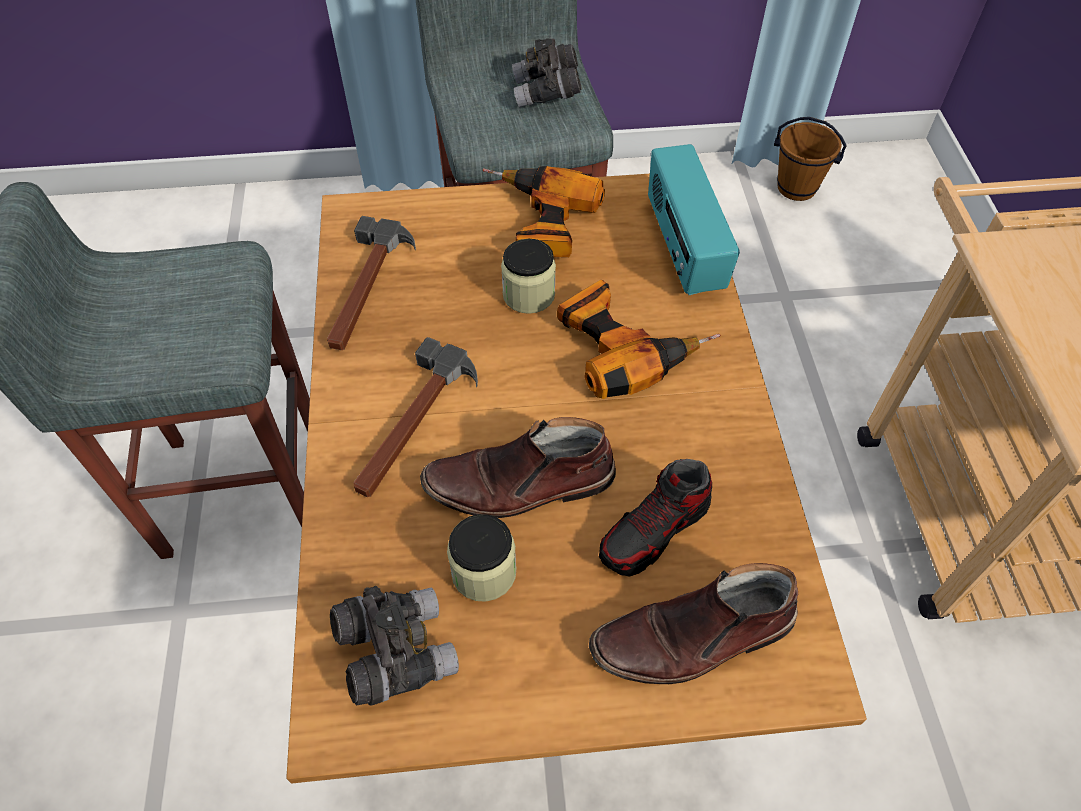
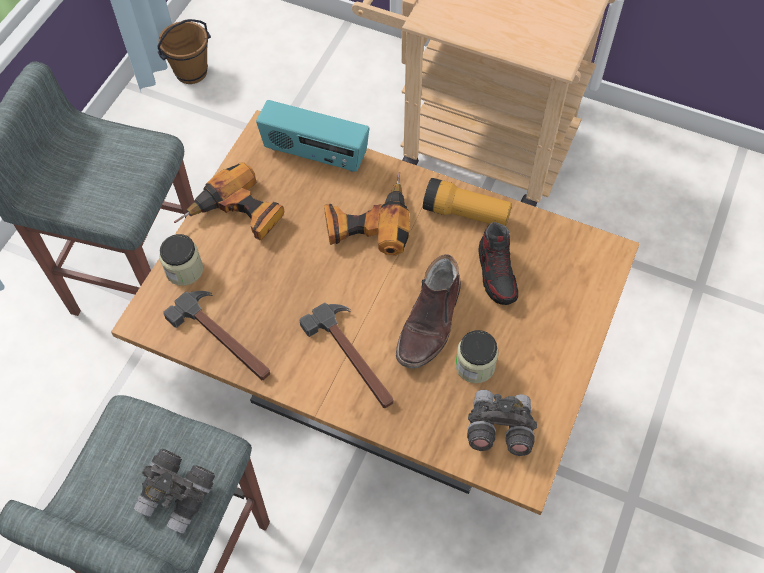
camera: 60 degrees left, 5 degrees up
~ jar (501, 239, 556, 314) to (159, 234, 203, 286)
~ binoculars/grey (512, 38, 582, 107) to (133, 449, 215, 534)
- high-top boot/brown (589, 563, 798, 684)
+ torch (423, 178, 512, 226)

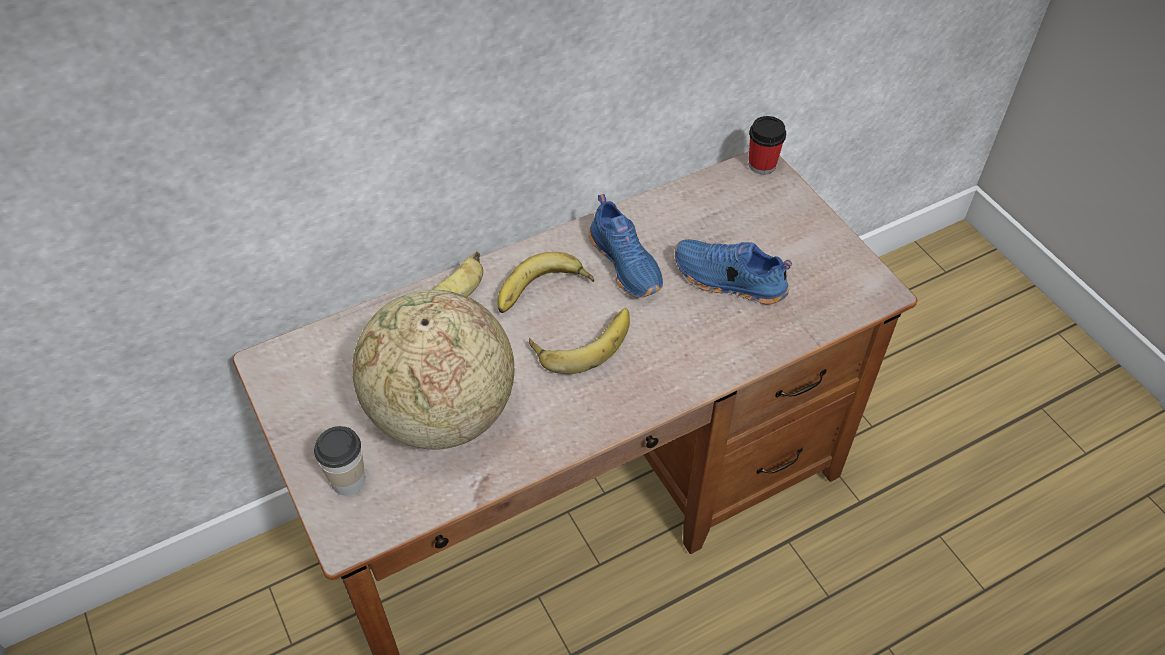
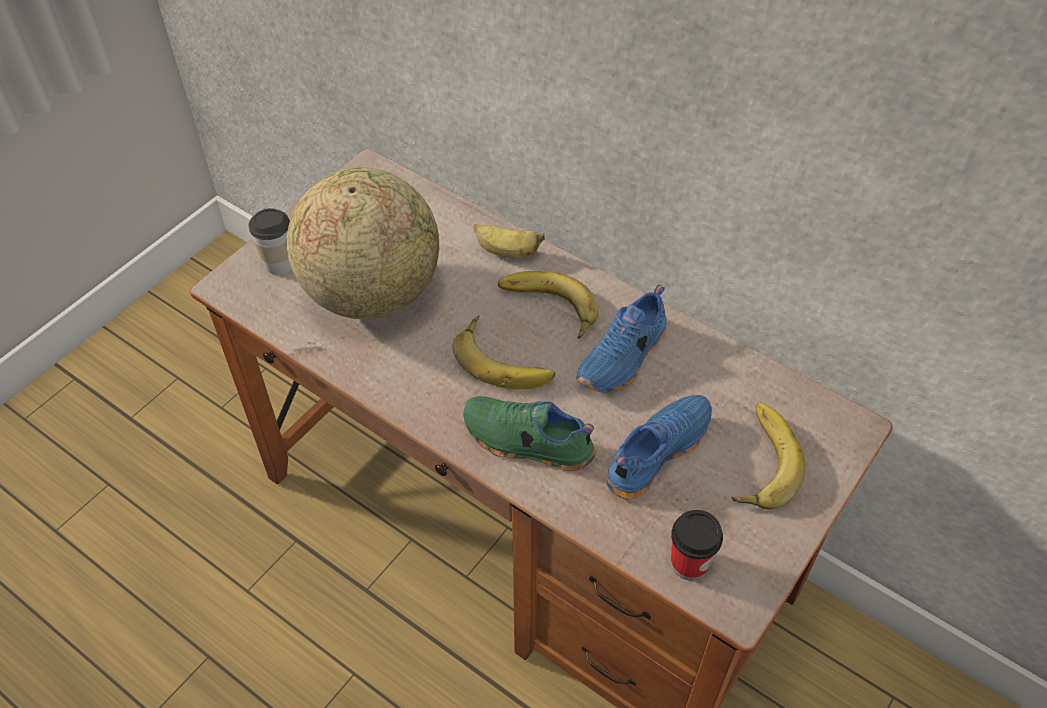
camera: 65 degrees right, 0 degrees up
~ low shoe/blue-coloured (675, 239, 792, 304) = (606, 395, 712, 499) 45 degrees clockwise
~ cup (749, 116, 786, 175) to (671, 510, 723, 580)
+ low shoe/green-coloured (463, 396, 596, 471)
+ banana fruit (732, 403, 806, 510)

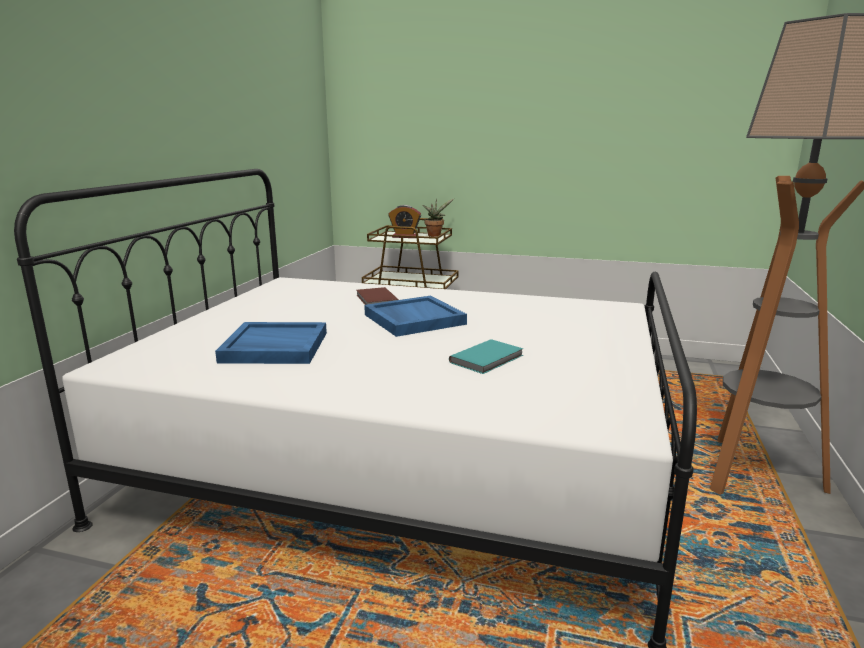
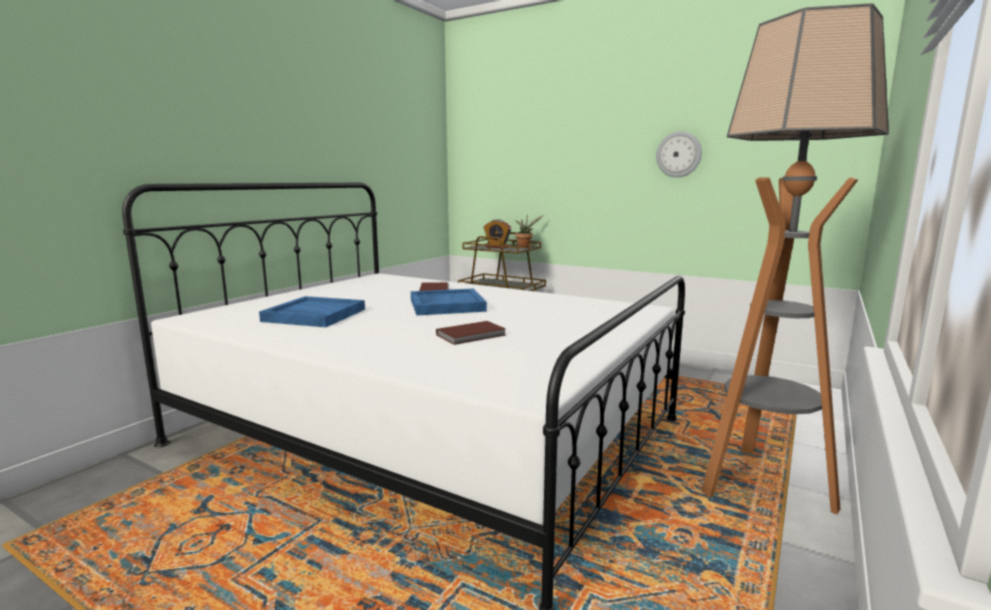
camera: 15 degrees right, 5 degrees down
~ volume/turquoise (449, 339, 524, 374) to volume/brown (436, 321, 506, 345)
+ wall clock (656, 131, 702, 178)

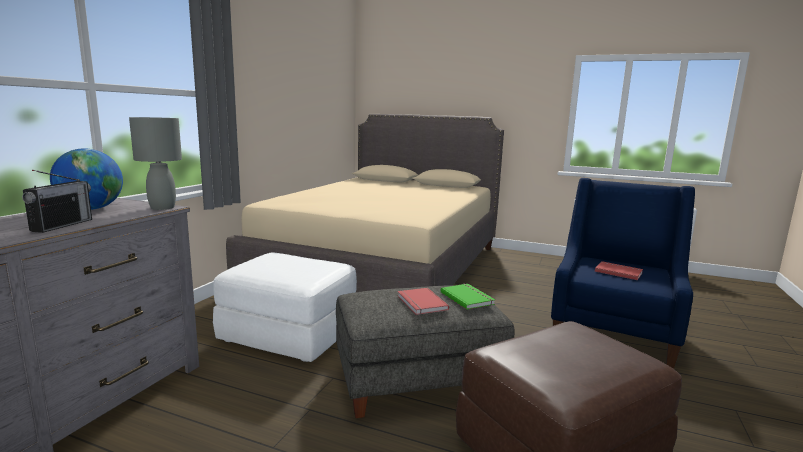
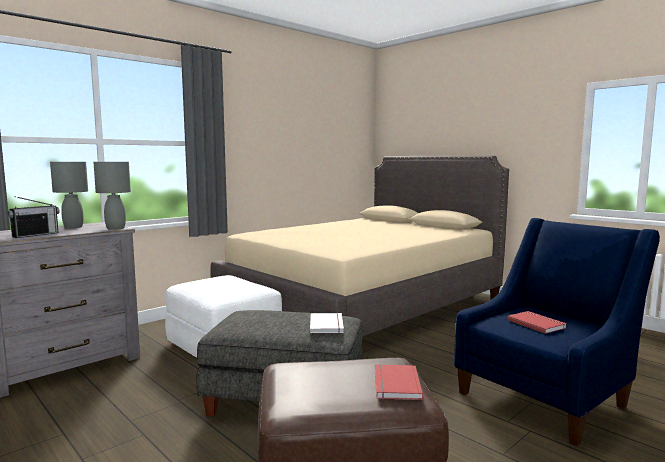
camera: 25 degrees right, 5 degrees down
~ world globe (50, 148, 123, 210) to table lamp/grey (50, 162, 88, 228)
~ volume/red (398, 288, 449, 315) to (375, 364, 423, 400)
~ volume/green-coloured (440, 284, 495, 310) to volume/white (310, 313, 344, 333)

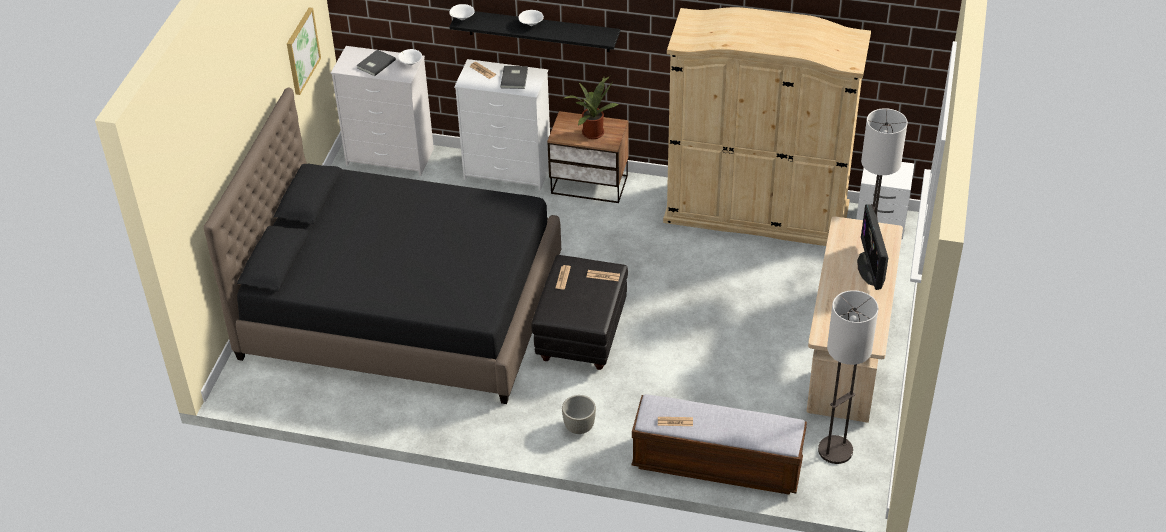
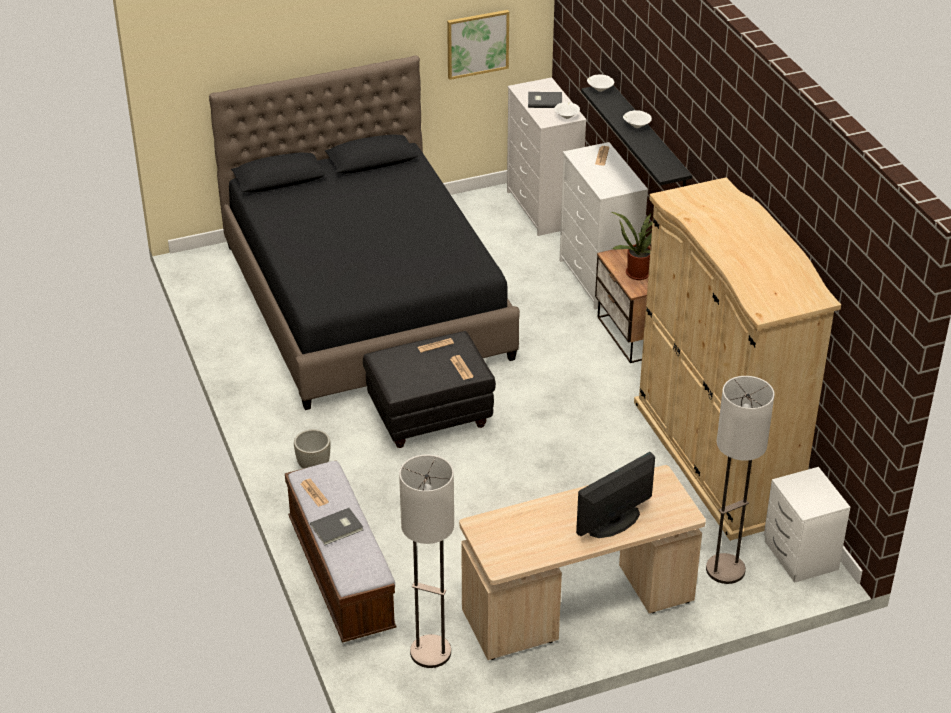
camera: 55 degrees right, 5 degrees down
~ volume/grey (500, 66, 528, 89) to (310, 508, 363, 545)

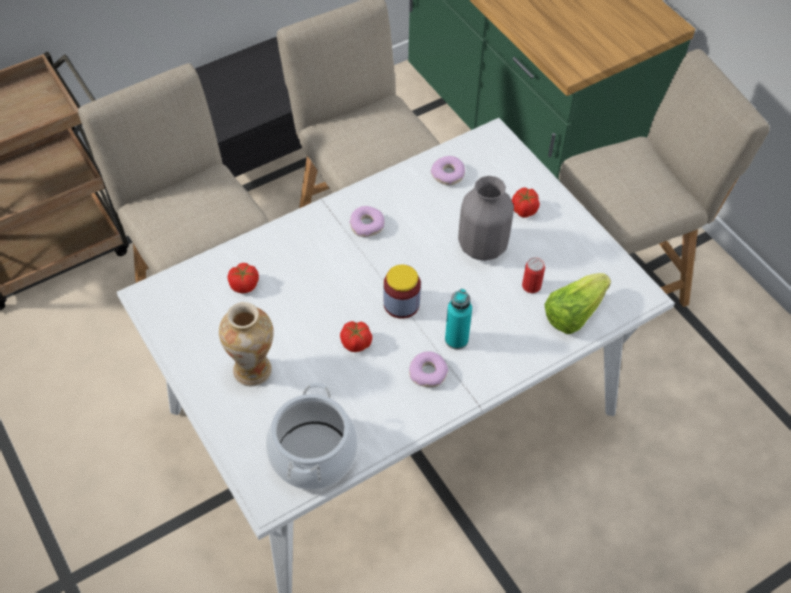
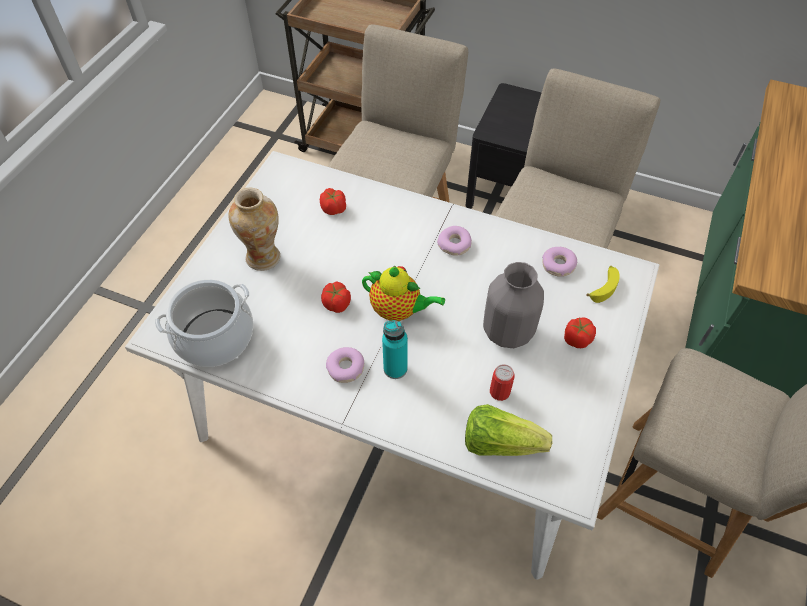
camera: 55 degrees right, 0 degrees up
~ jar (383, 264, 421, 319) to pot for tea (362, 266, 445, 321)
+ banana fruit (586, 266, 620, 303)

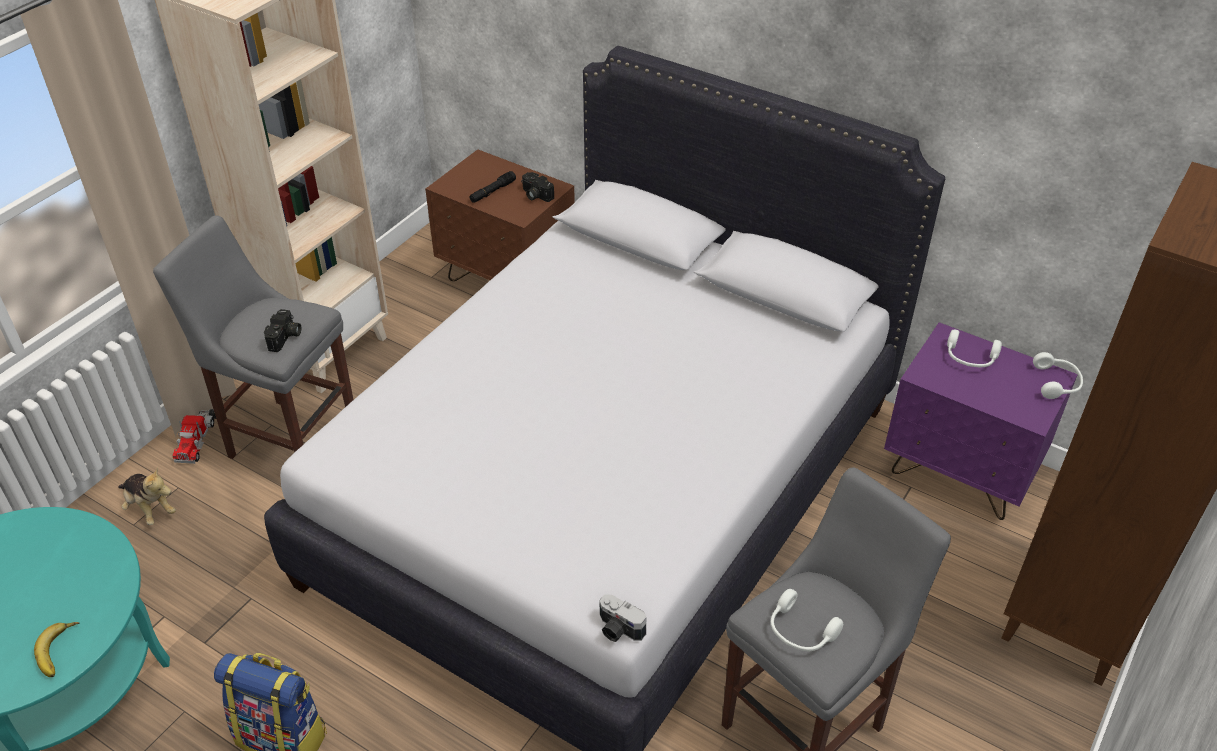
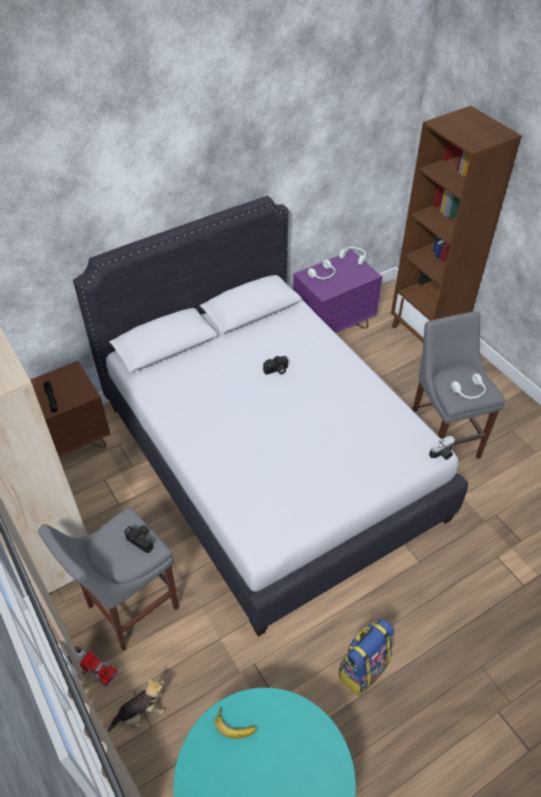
camera: 65 degrees left, 5 degrees up
~ banana fruit (34, 622, 80, 677) to (215, 708, 257, 739)
~ photo camera (521, 172, 554, 202) to (263, 356, 288, 375)

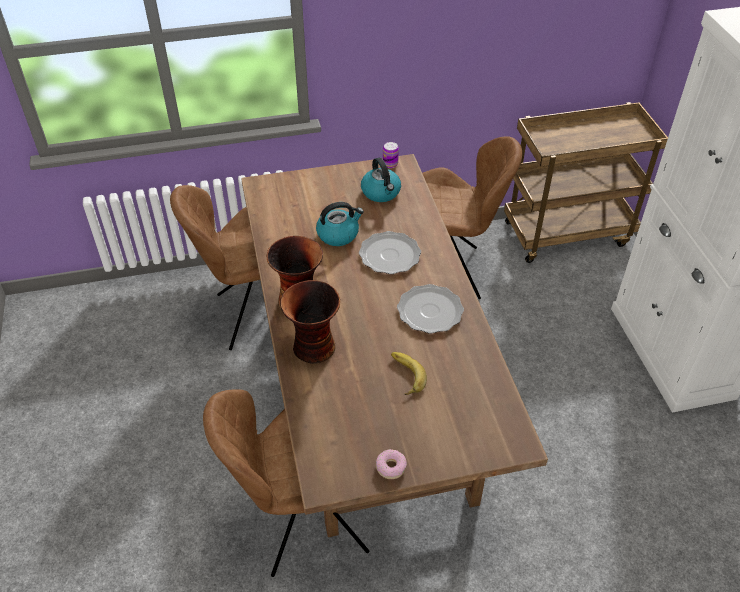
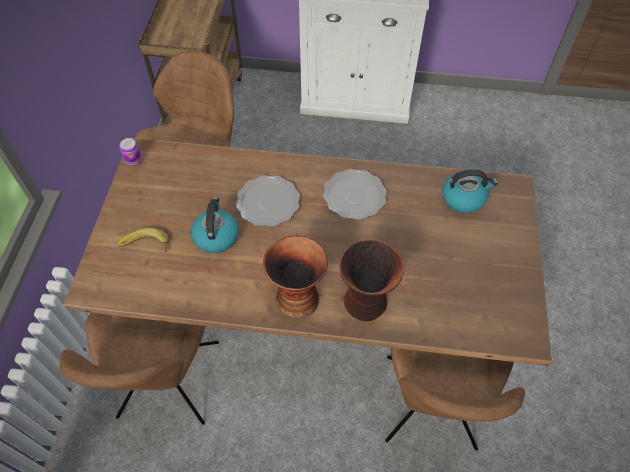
camera: 70 degrees left, 10 degrees up
~ kettle (361, 158, 401, 202) to (442, 169, 498, 213)
- doughnut (376, 449, 407, 479)
~ banana fruit (391, 352, 427, 395) to (117, 227, 169, 252)

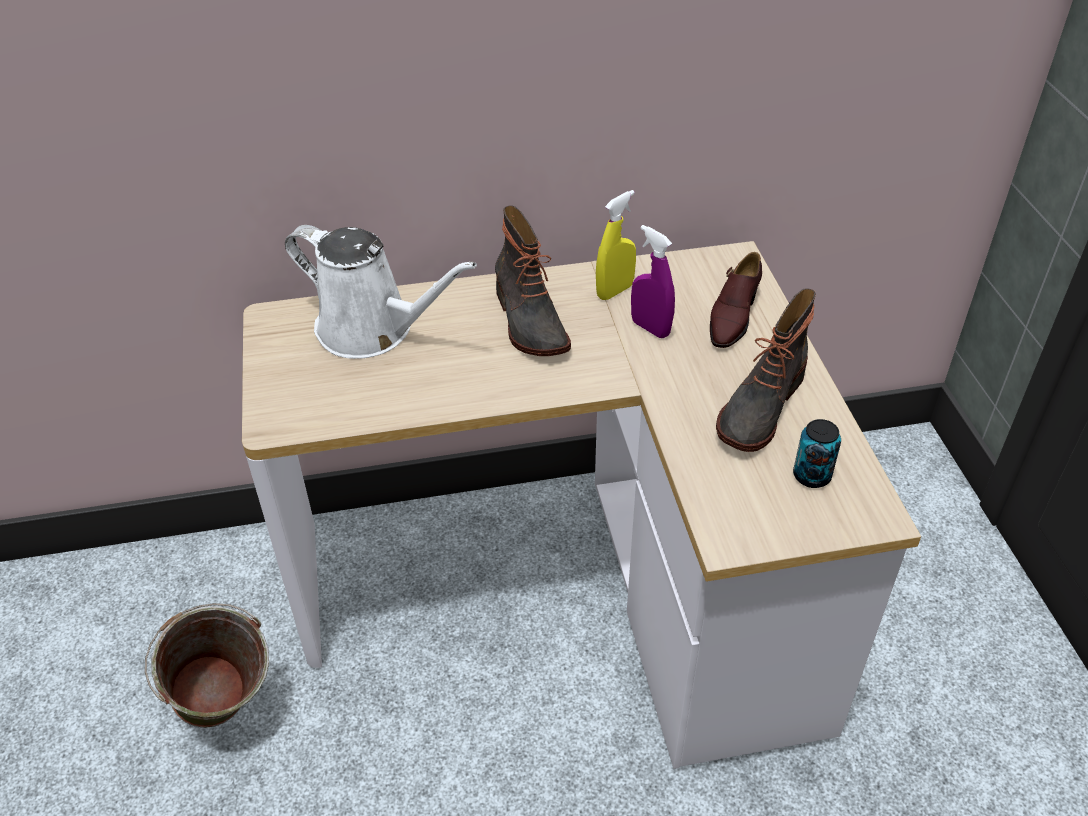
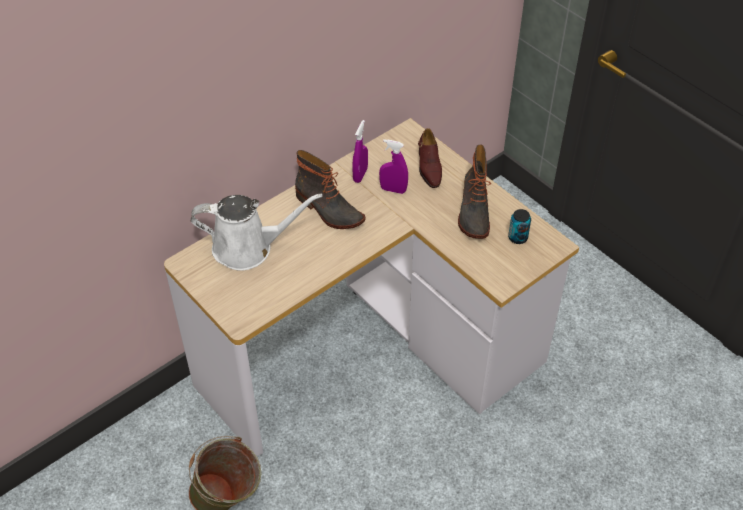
camera: 30 degrees left, 5 degrees up
~ hand sprayer/yellow-coloured (596, 190, 636, 300) to hand sprayer/purplish (352, 120, 368, 183)

